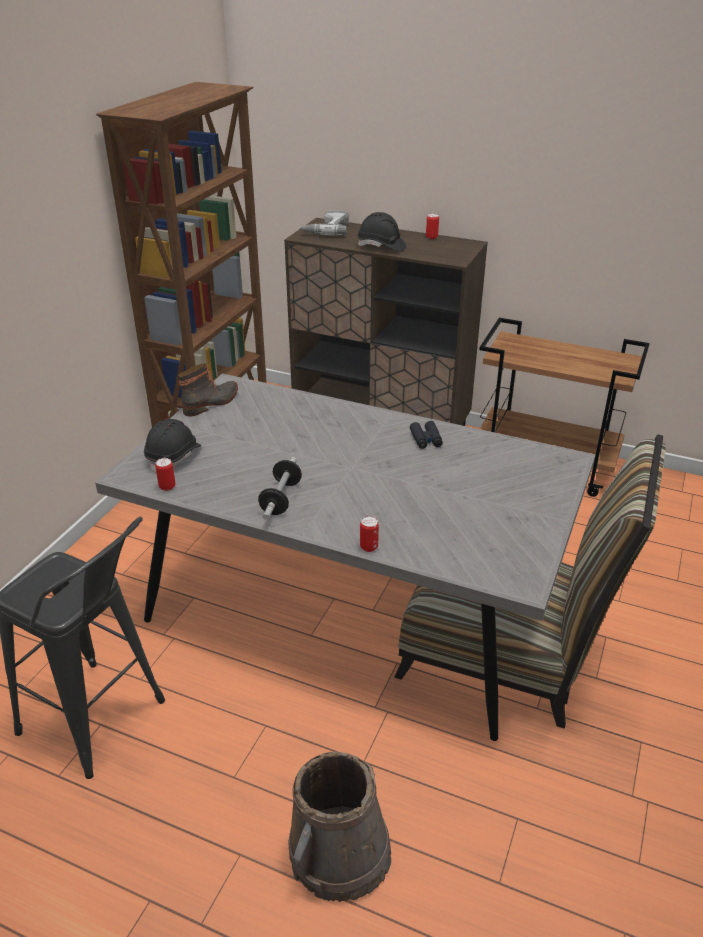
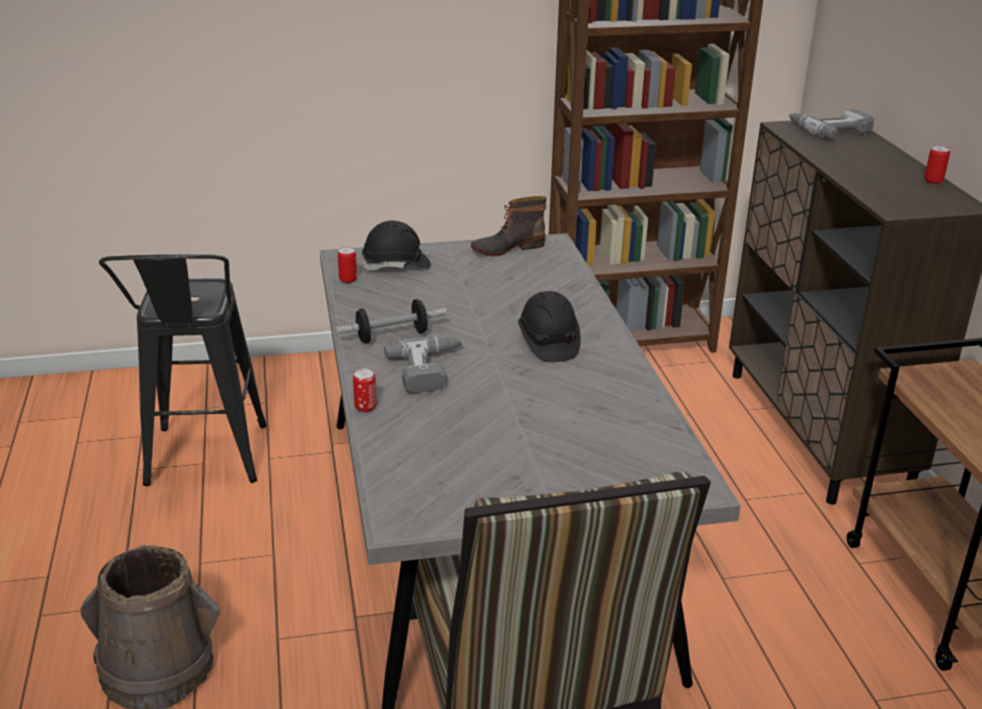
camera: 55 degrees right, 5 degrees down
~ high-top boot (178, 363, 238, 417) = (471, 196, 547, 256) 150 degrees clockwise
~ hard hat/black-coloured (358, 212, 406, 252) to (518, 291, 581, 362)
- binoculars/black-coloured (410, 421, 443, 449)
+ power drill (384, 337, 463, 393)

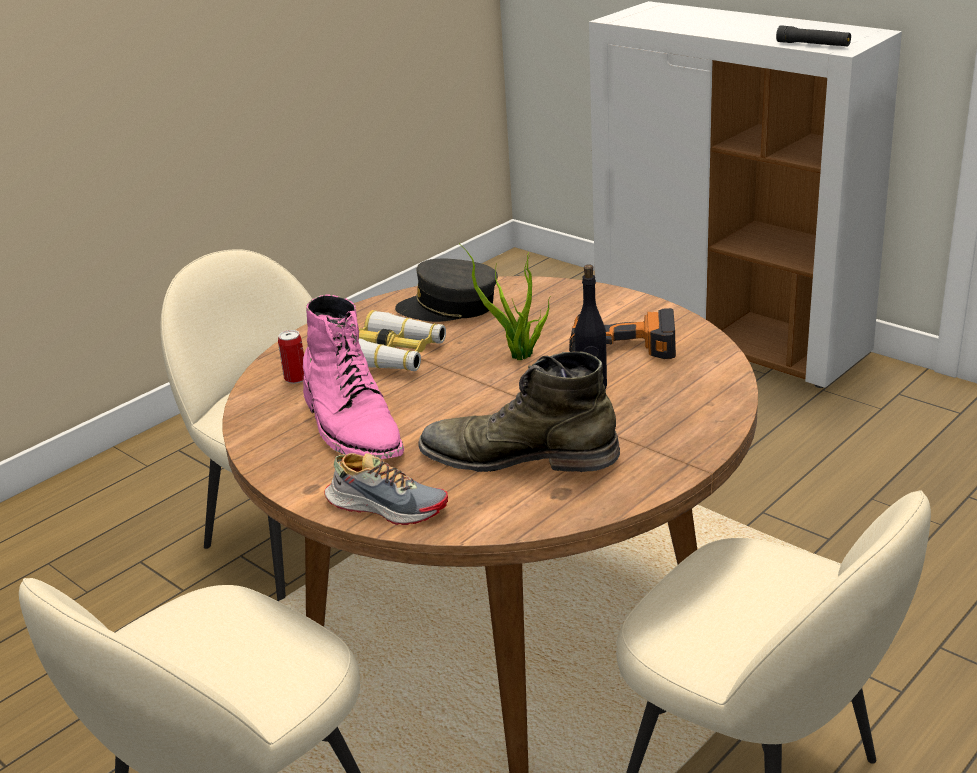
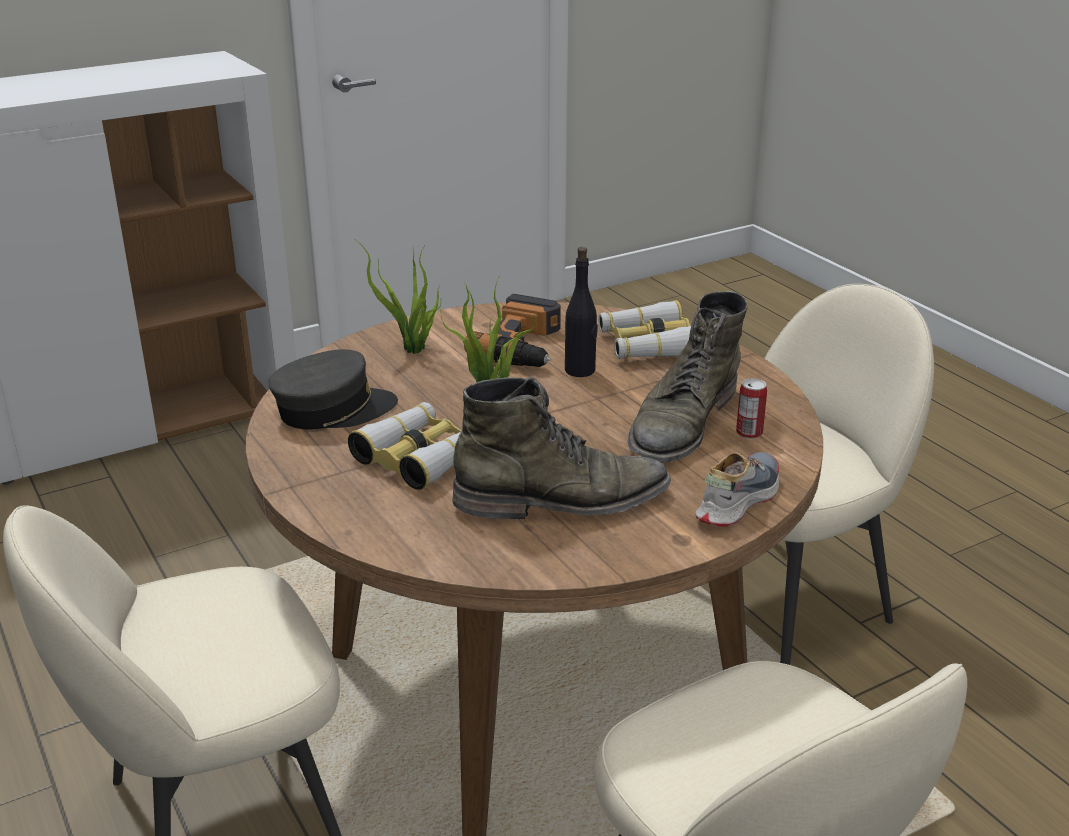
camera: 75 degrees left, 0 degrees up
~ metal can (278, 330, 304, 384) to (736, 378, 767, 439)
~ high-top boot/pink (303, 294, 404, 459) to high-top boot/green-coloured (452, 377, 671, 519)
~ cap/grey (395, 259, 498, 322) = (268, 349, 398, 429) 135 degrees counterclockwise
- torch/black-coloured (776, 25, 851, 46)
+ potted plant (355, 239, 441, 354)
+ binoculars (598, 300, 691, 359)

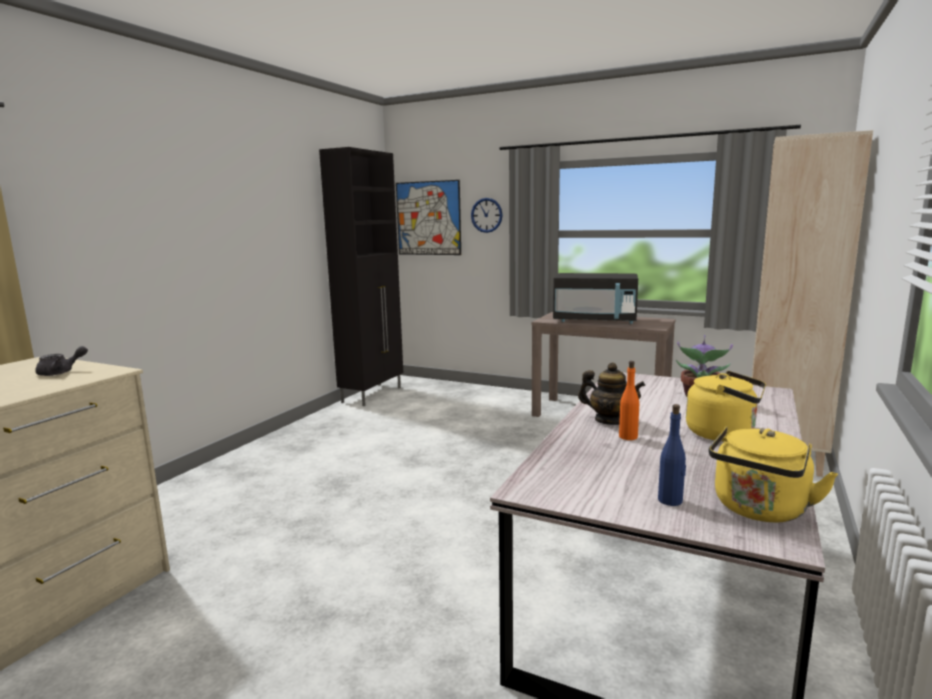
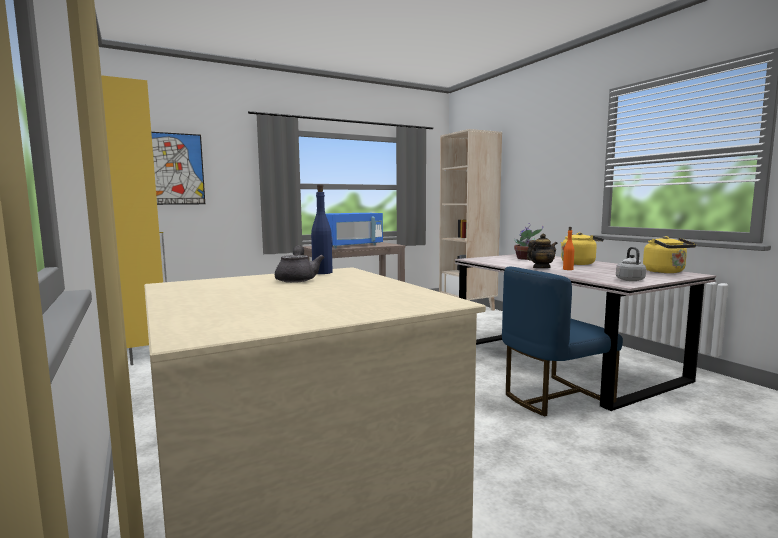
camera: 55 degrees left, 5 degrees down
~ cabinet/black-coloured (319, 147, 403, 406) to cabinet/yellow-coloured (101, 75, 167, 365)
- wall clock (471, 198, 502, 233)
~ kitchen microwave/black-coloured (553, 273, 638, 324) to kitchen microwave/blue-coloured (325, 213, 383, 248)
~ bottle/blue-coloured (658, 404, 686, 506) to (311, 184, 333, 274)
+ upright chair/blue-coloured (502, 267, 623, 417)
+ kettle/grey (616, 247, 646, 281)

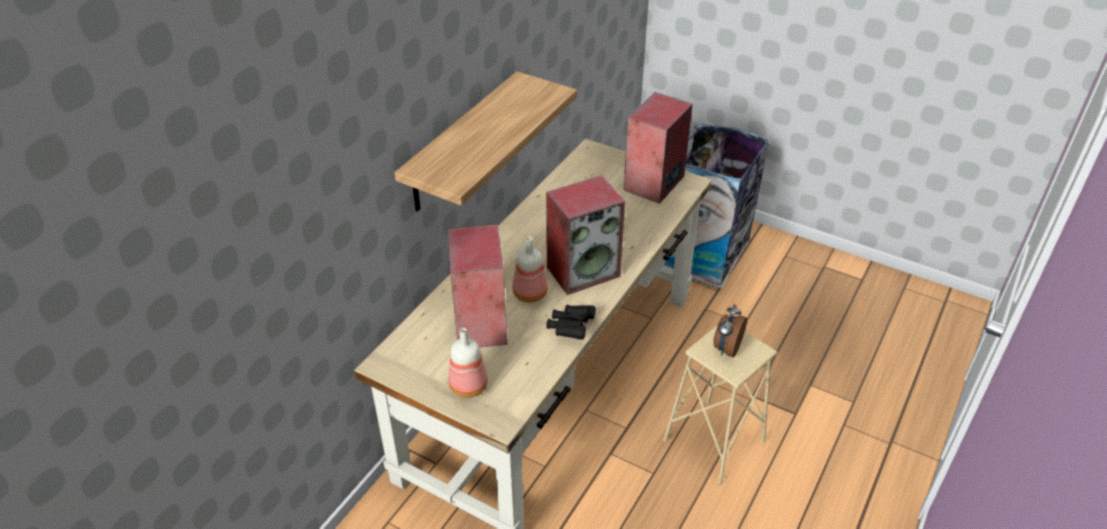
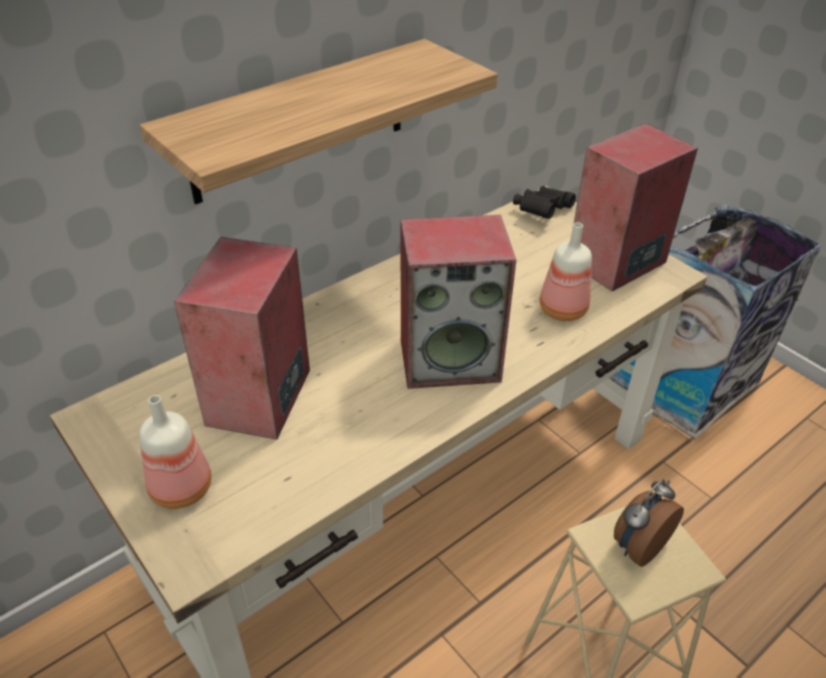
camera: 20 degrees right, 0 degrees up
~ bottle (512, 237, 548, 303) to (539, 222, 592, 321)
~ binoculars/black-coloured (546, 305, 596, 340) to (513, 186, 576, 219)

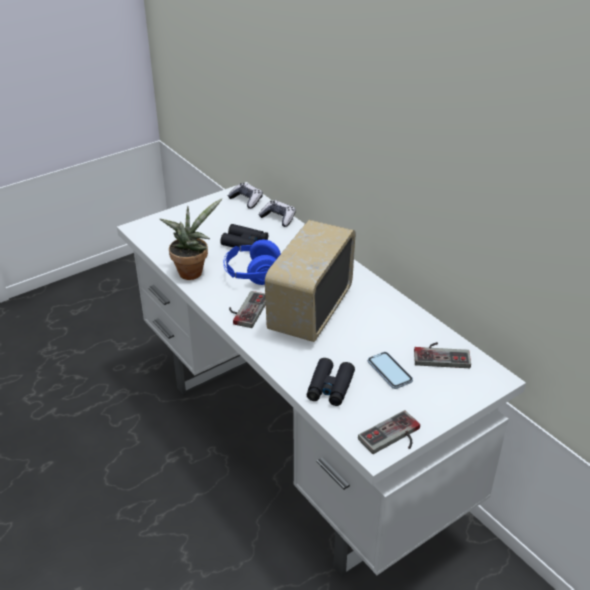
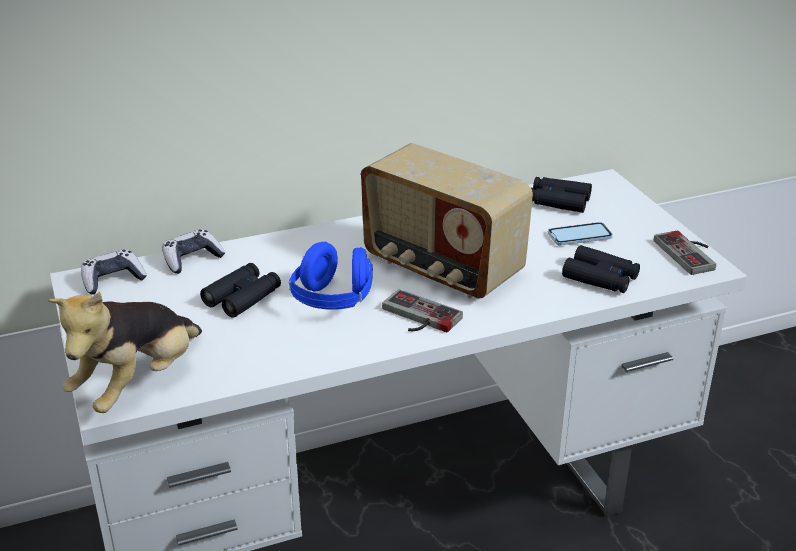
camera: 75 degrees left, 5 degrees down
- potted plant (160, 198, 222, 280)
~ game controller (414, 342, 471, 368) to binoculars/black-coloured (531, 177, 592, 213)
+ plush toy (48, 292, 202, 413)

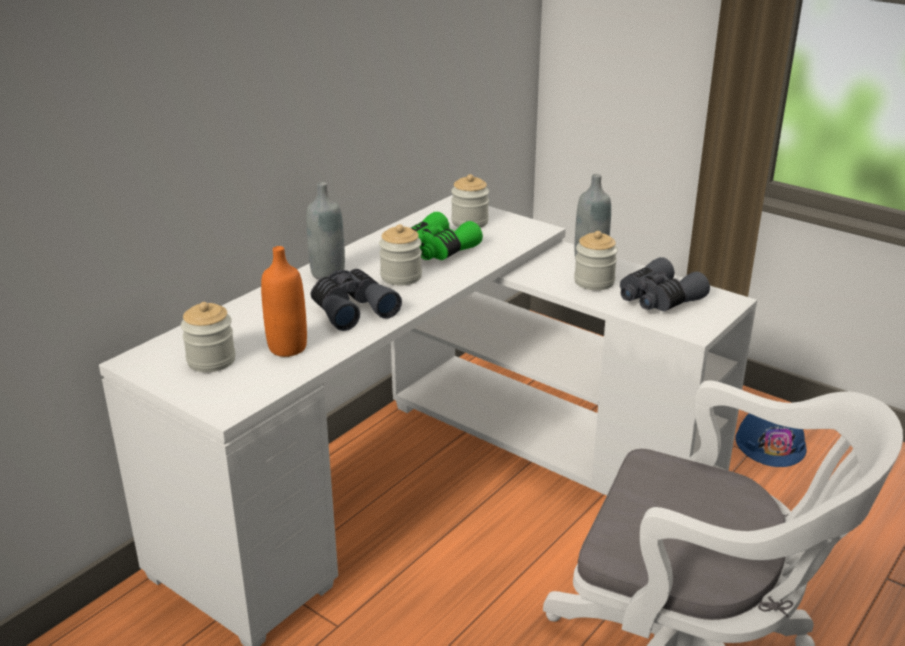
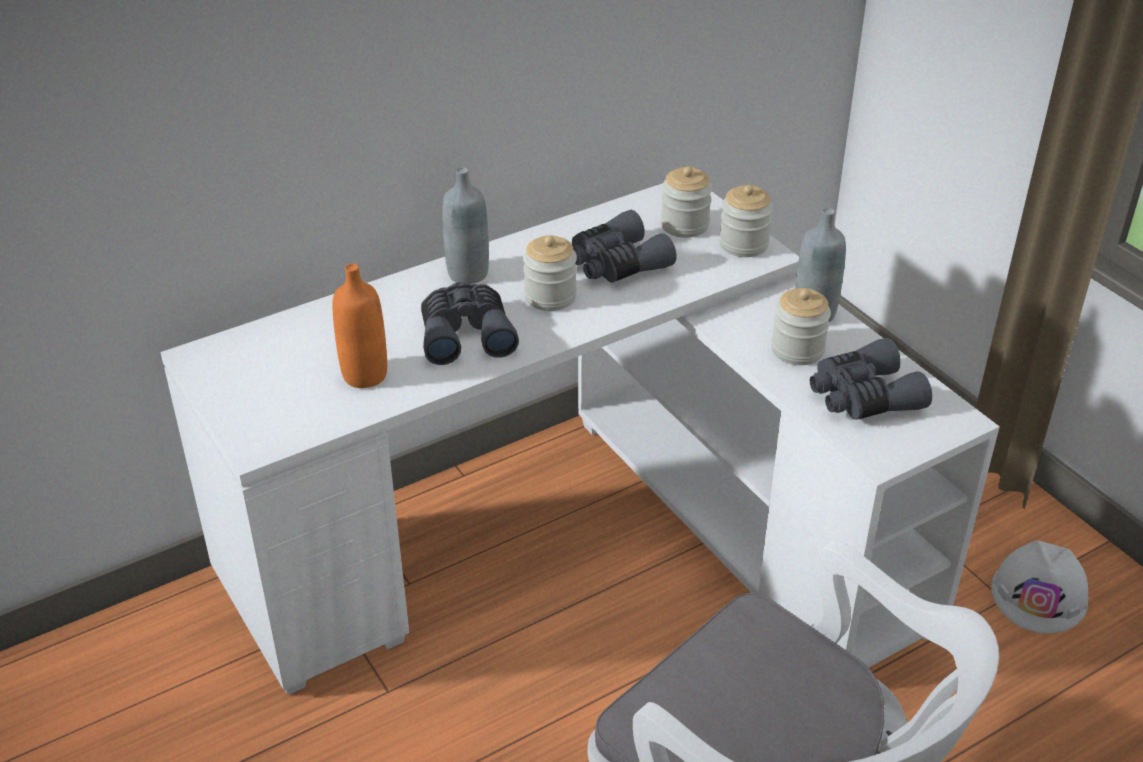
camera: 20 degrees right, 10 degrees up
~ jar (181, 302, 236, 372) to (719, 185, 773, 257)
~ binoculars/green-coloured (411, 212, 483, 260) to binoculars/grey (572, 210, 677, 283)
~ hard hat/blue-coloured (736, 413, 807, 467) to hard hat/white (991, 541, 1089, 634)

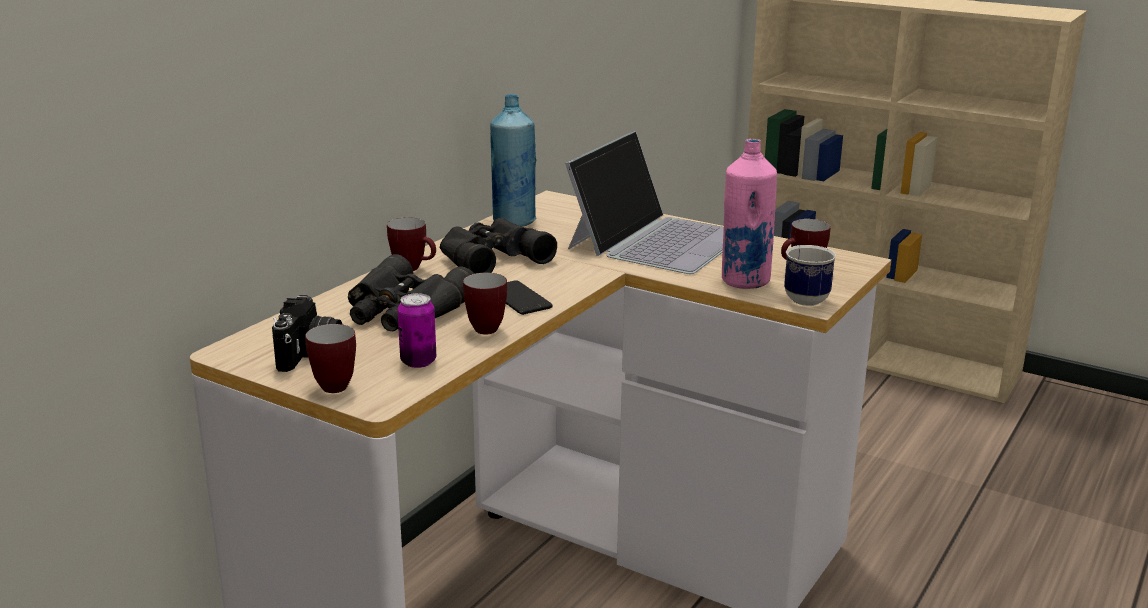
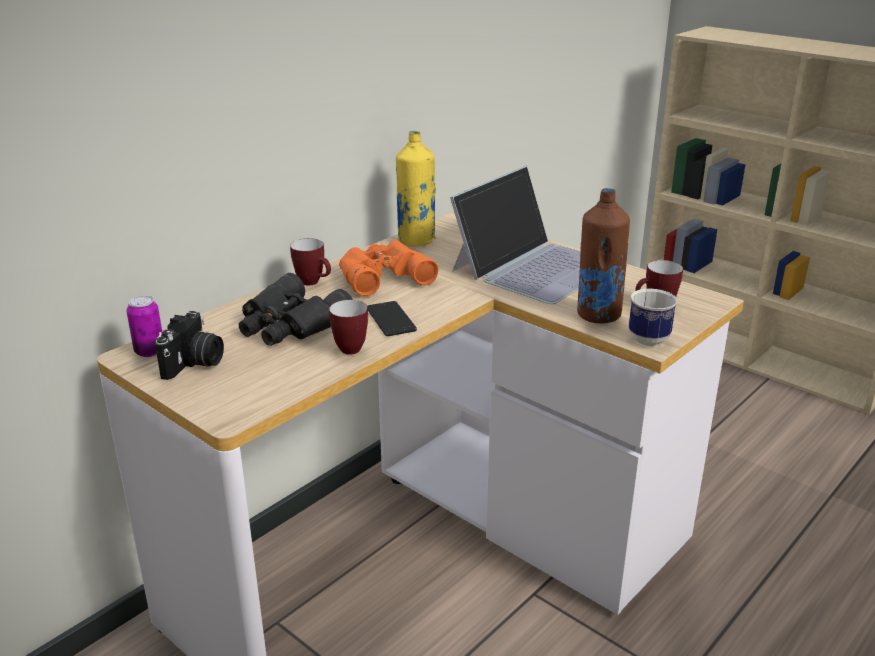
camera: 10 degrees right, 5 degrees up
- mug (305, 324, 356, 393)
~ metal can (397, 293, 436, 368) to (126, 296, 163, 357)
~ binoculars/black-coloured (440, 218, 557, 274) to binoculars/orange (339, 240, 438, 296)
~ bottle/blue-coloured (490, 94, 537, 227) to bottle/yellow-coloured (396, 131, 436, 247)
~ bottle/pink (722, 139, 777, 289) to bottle/brown (577, 188, 630, 323)

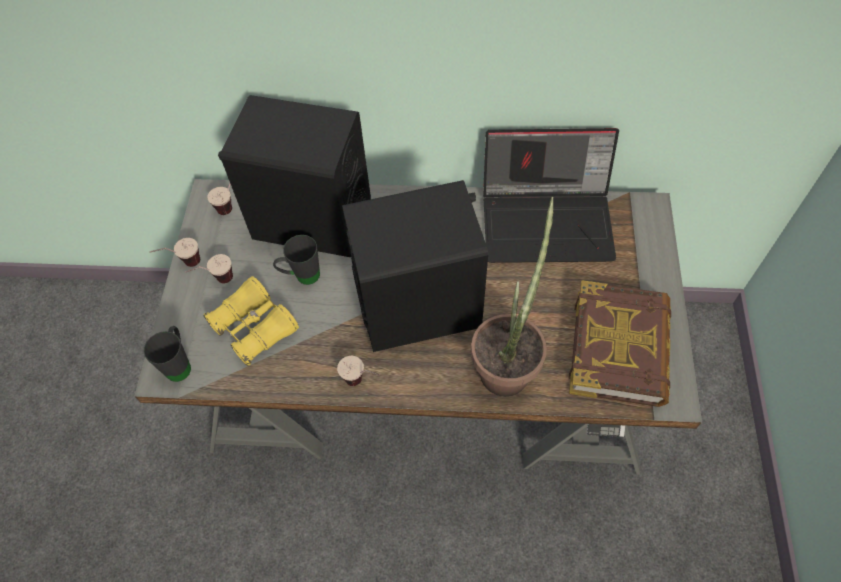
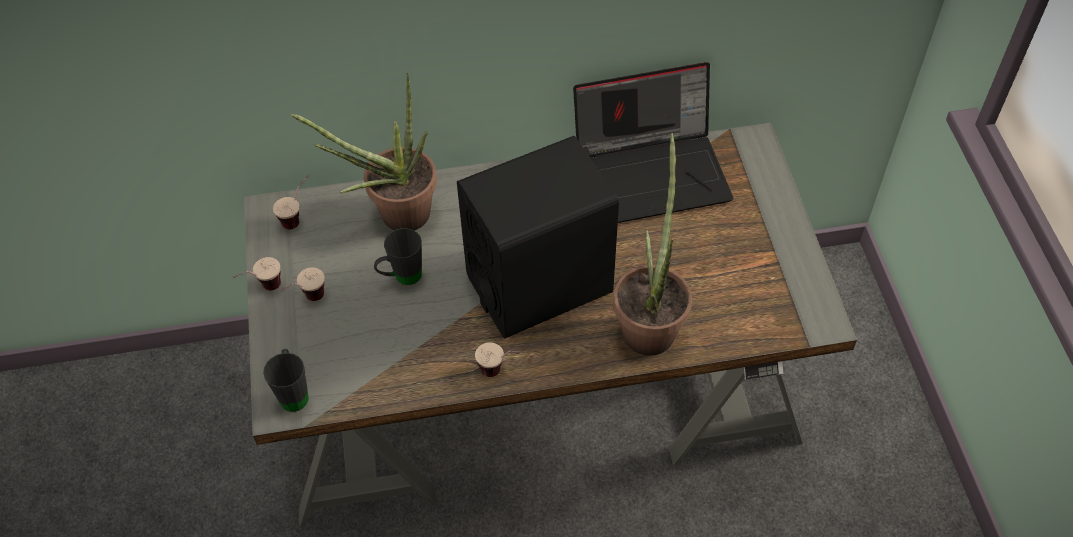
camera: 15 degrees left, 5 degrees down
- binoculars/yellow-coloured (203, 276, 299, 366)
~ loudspeaker/black-coloured (218, 95, 371, 257) to potted plant (290, 72, 437, 231)
- volume (568, 280, 671, 407)

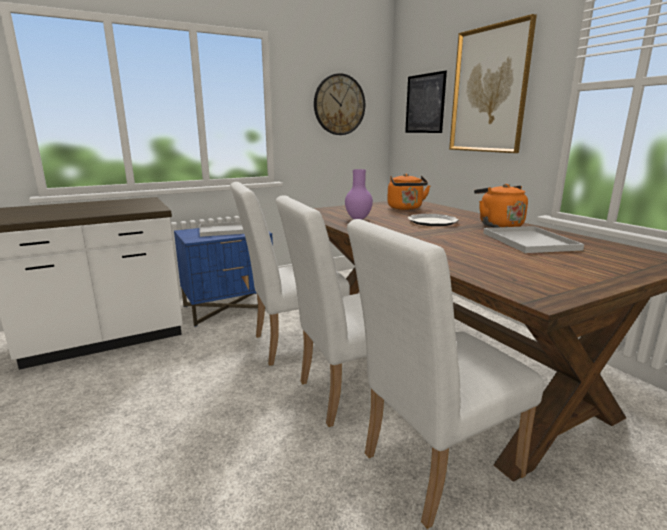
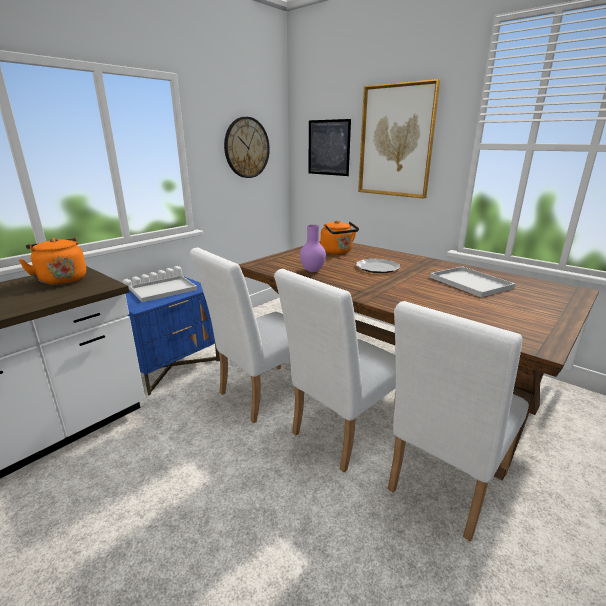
camera: 20 degrees left, 5 degrees up
~ kettle/orange (474, 184, 528, 228) to (19, 237, 86, 285)

